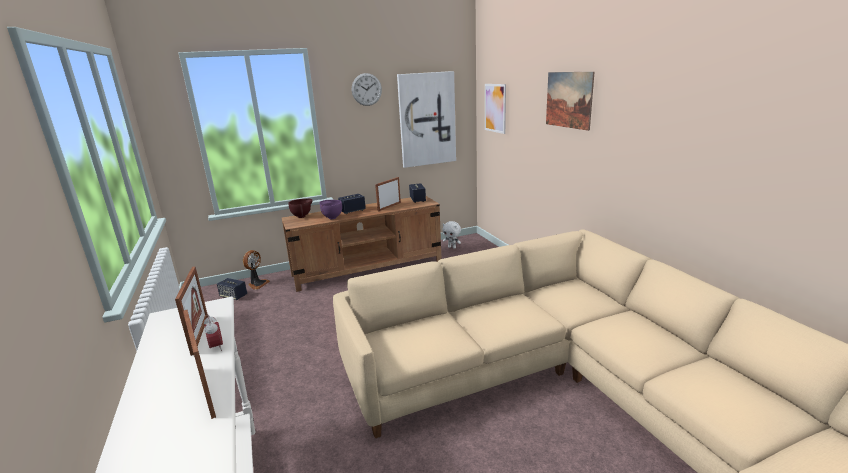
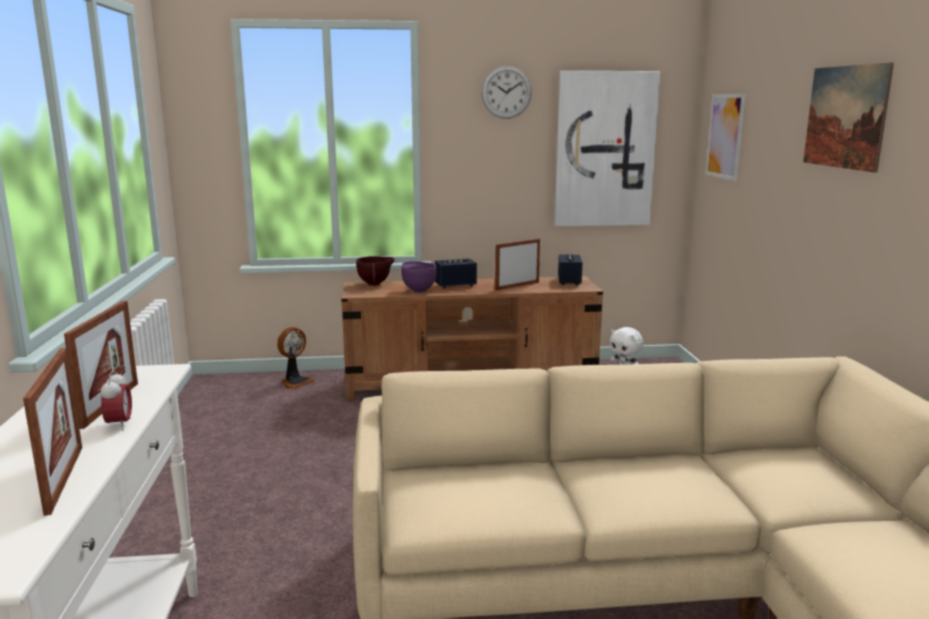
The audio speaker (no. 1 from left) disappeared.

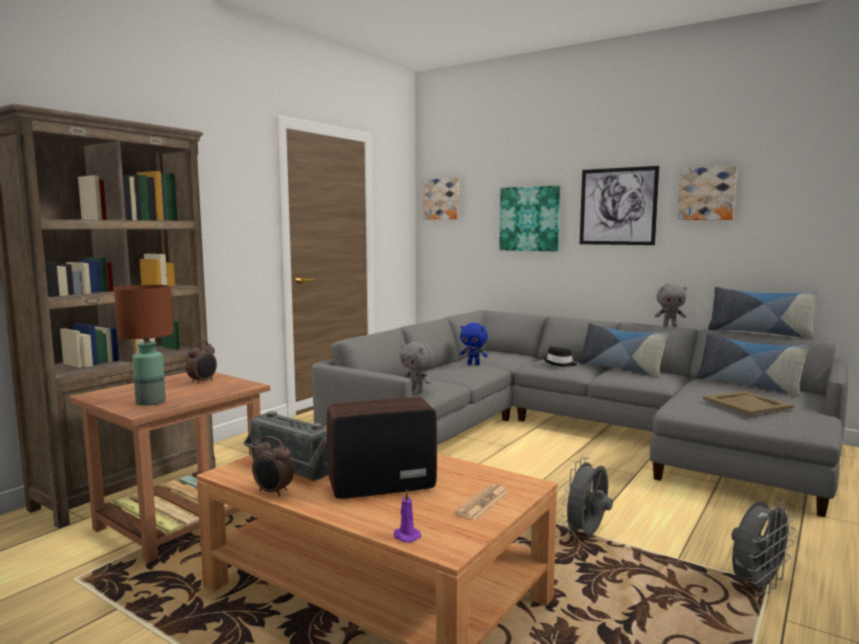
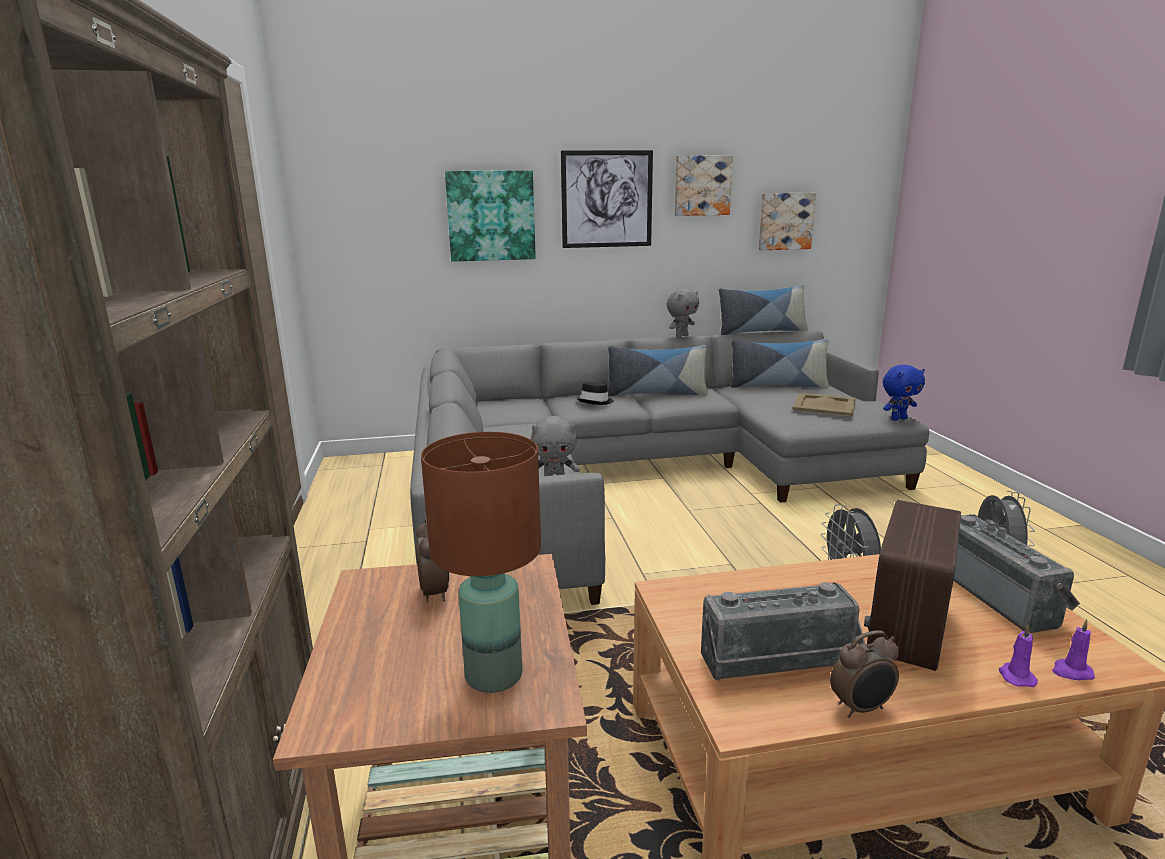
The wax candle in purple (no. 1 from left) appeared.
The picture (no. 1 from left in the first image) moved.
The cuddly toy in blue moved.
The newspaper was replaced by the radio (no. 3 from left).

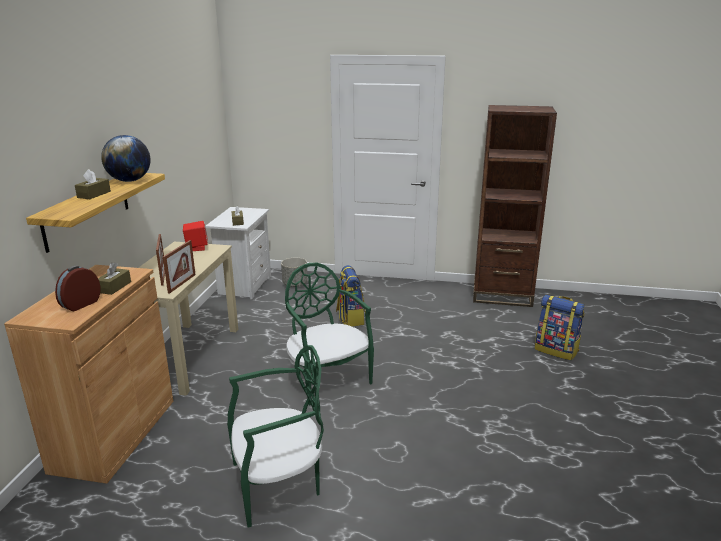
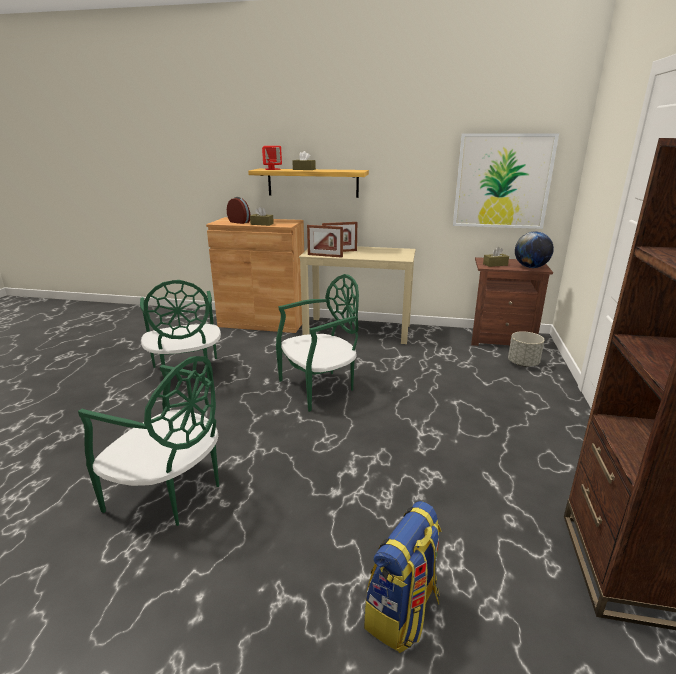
The rucksack (no. 1 from left) disappeared.
The plain chair in greenish (no. 1 from left) appeared.
The picture appeared.
The desk globe moved.
The audio speaker in reddish moved.
The nightstand in whitish became the nightstand in brown-coloured.

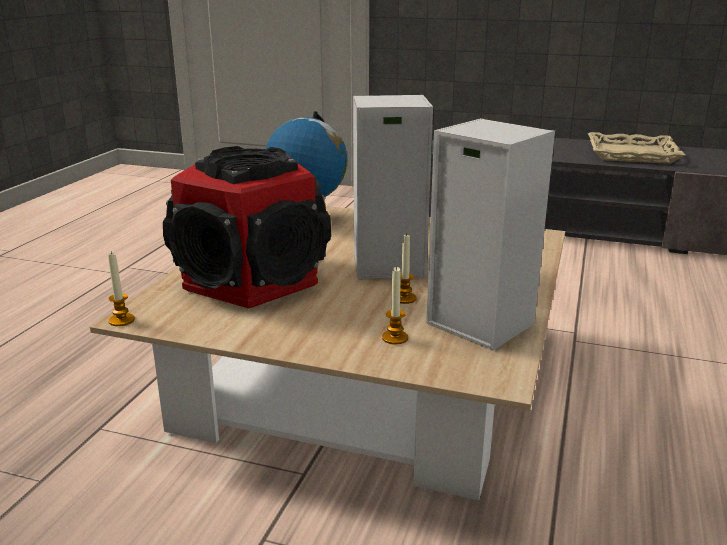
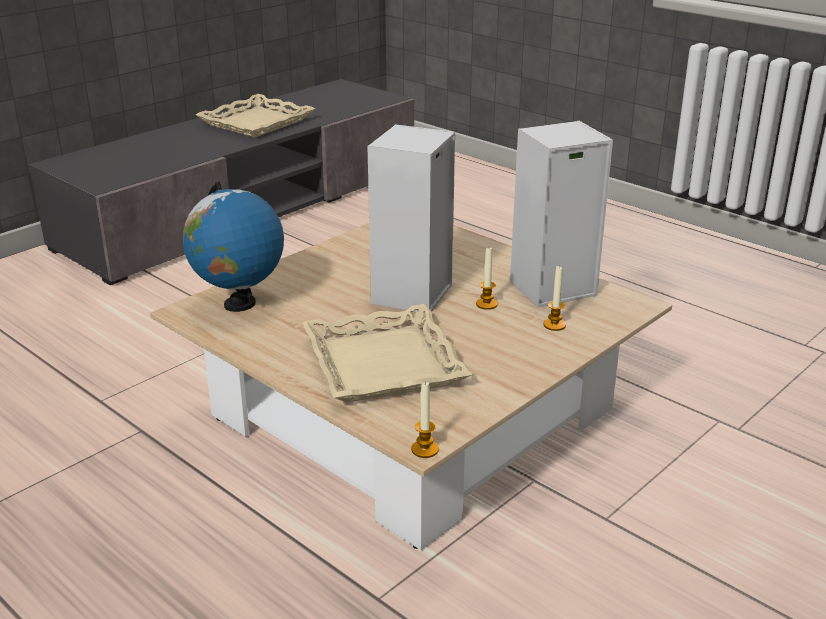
The audio speaker (no. 1 from left) was replaced by the carrying tray in beige-coloured (no. 2 from left).

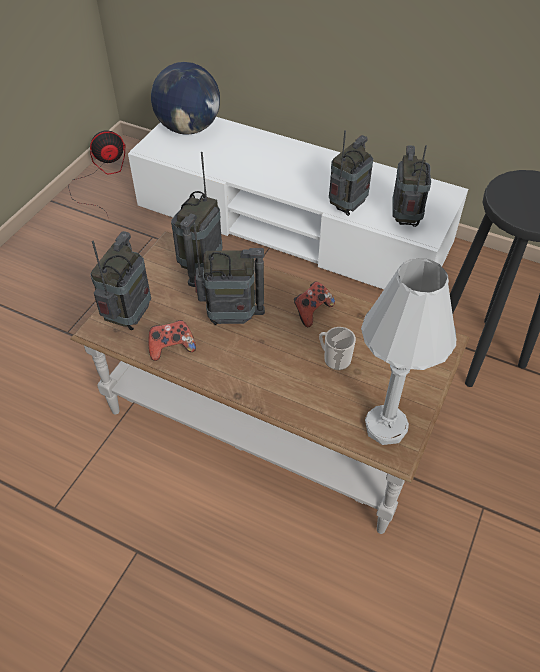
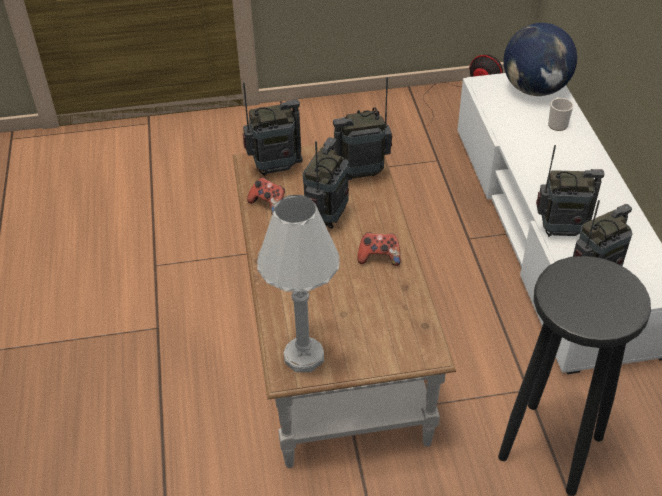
The coffee mug moved.
The radio (no. 3 from left in the first image) turned 120 degrees counterclockwise.

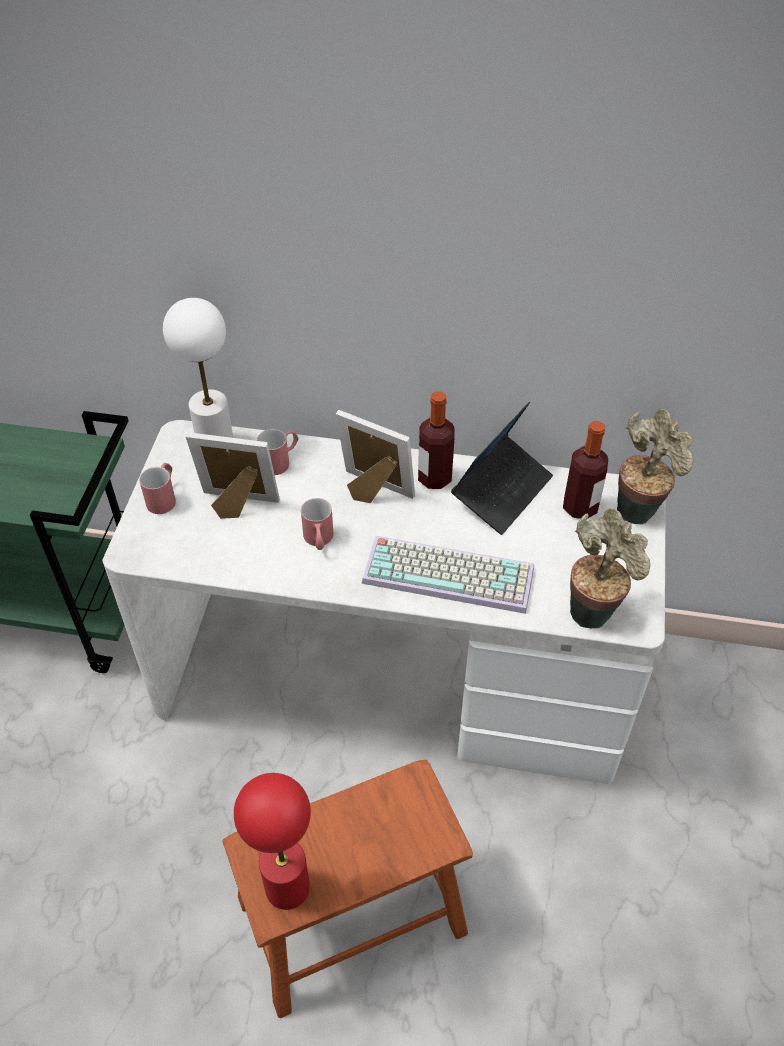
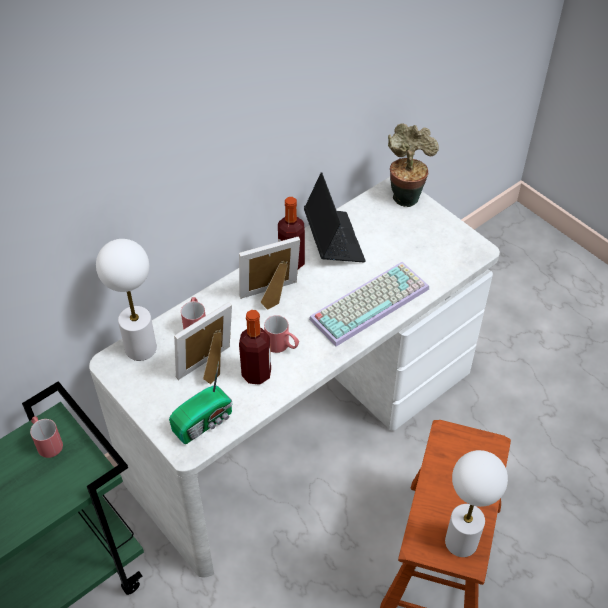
The plant in a pot (no. 1 from left) disappeared.
The radio appeared.
The coffee mug in reddish (no. 1 from left) moved.
The drink bottle (no. 2 from left in the first image) moved.
The tabletop lamp in reddish became the tabletop lamp in whitish (no. 2 from left).

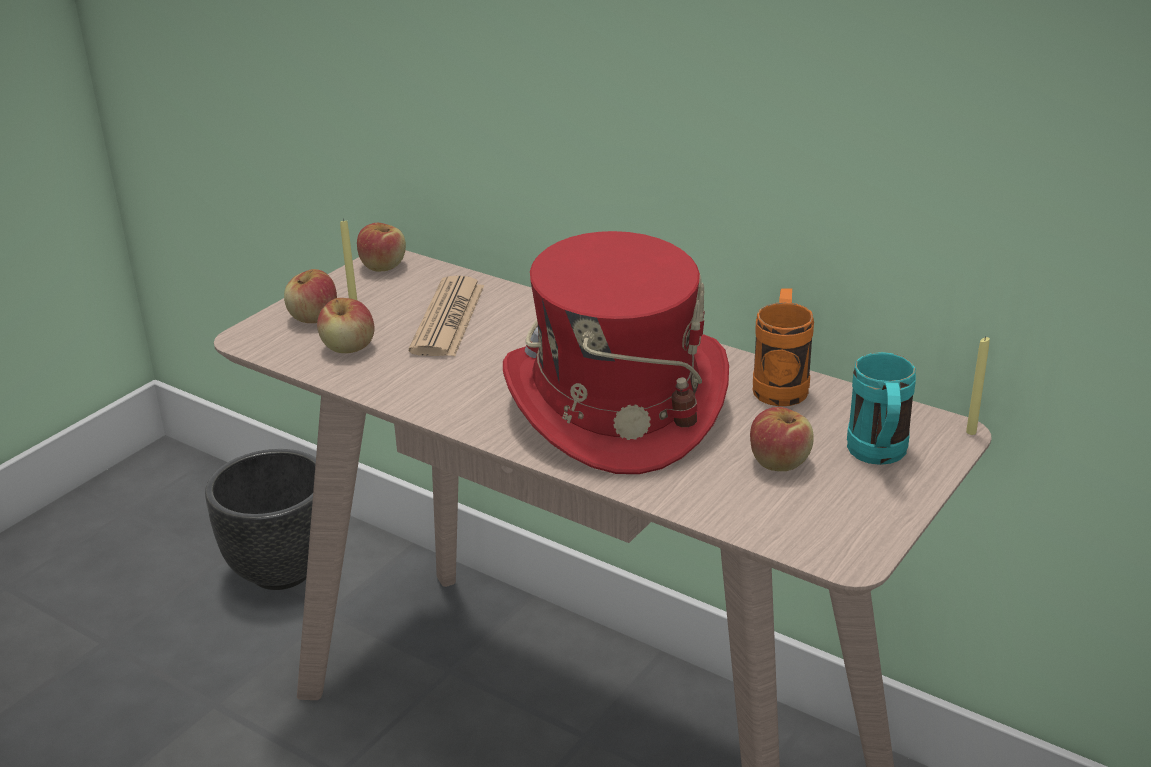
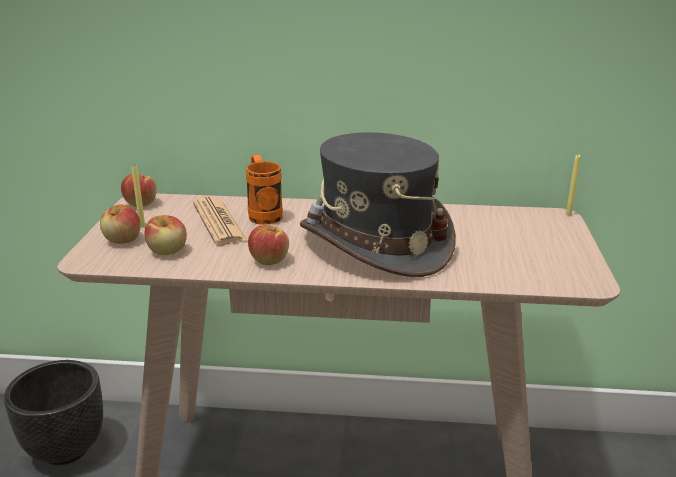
The coffee mug in turquoise-coloured disappeared.
The apple (no. 4 from left) moved.
The coffee mug in orangey moved.
The wearable hat in reddish became the wearable hat in gray.

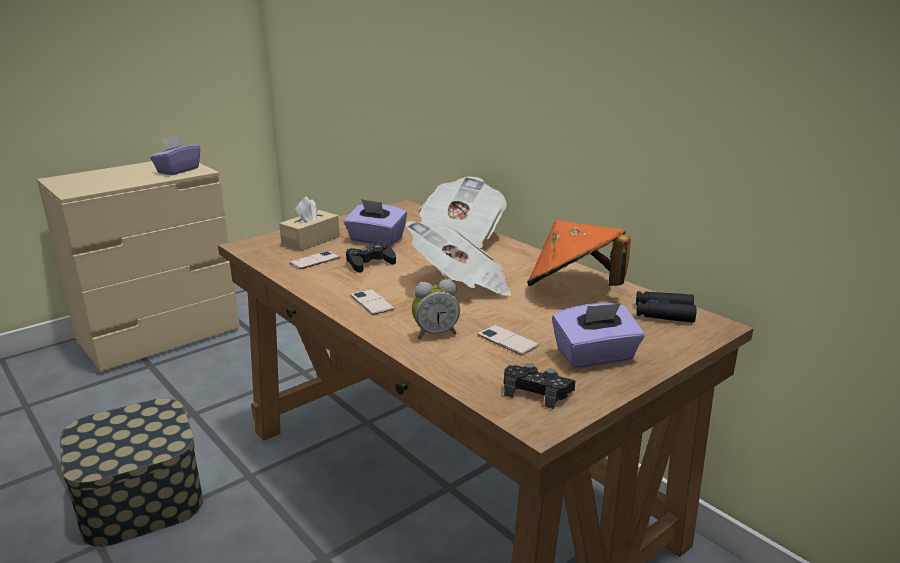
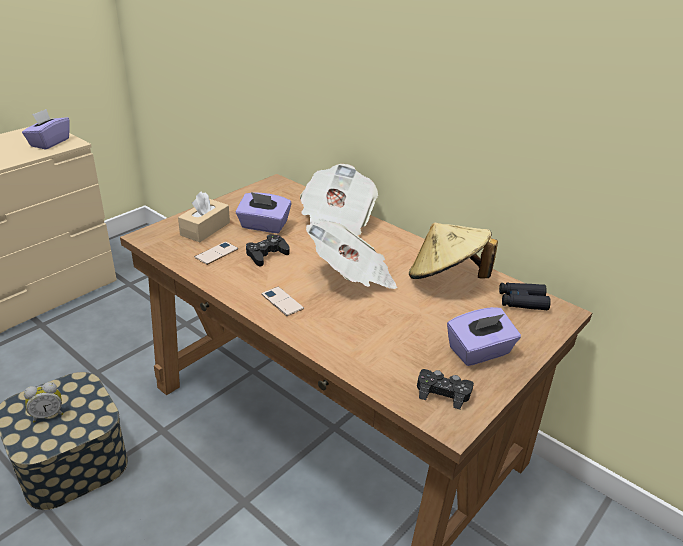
The phone (no. 3 from left) disappeared.
The table clock moved.
The wearable hat in orangey became the wearable hat in beige-coloured.

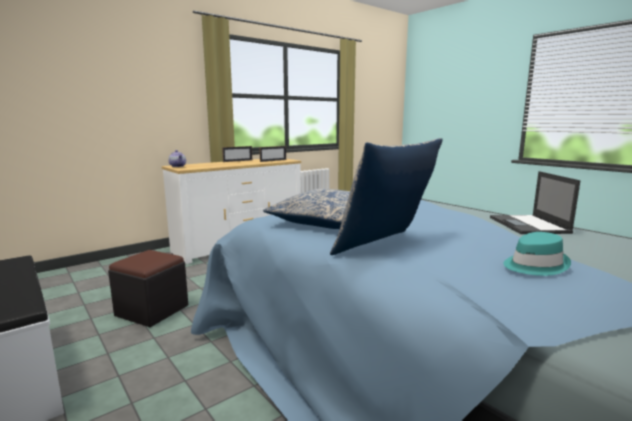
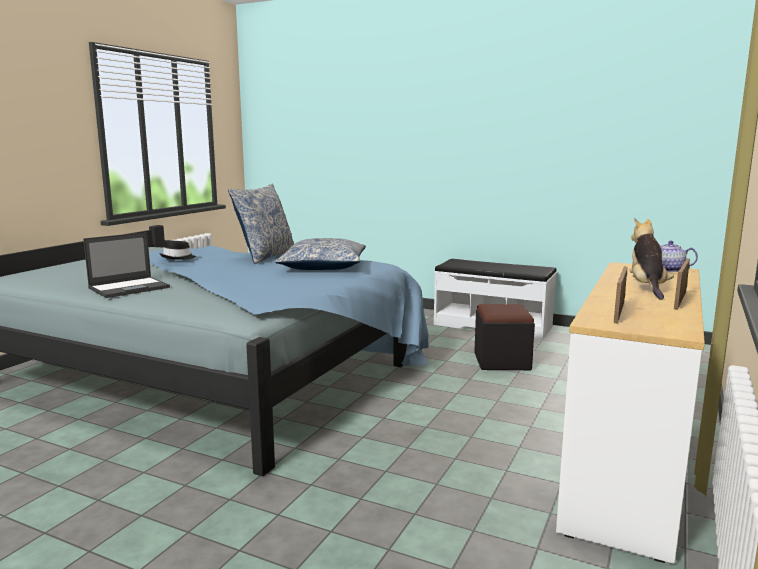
The cuddly toy appeared.
The wearable hat in turquoise-coloured became the wearable hat in blackish.
The notebook computer turned 75 degrees clockwise.

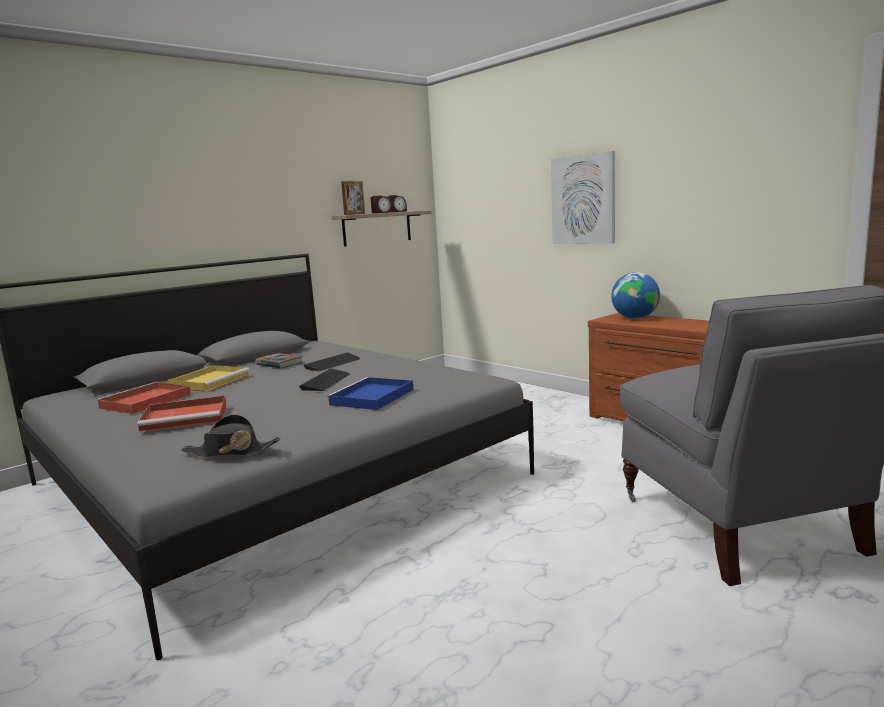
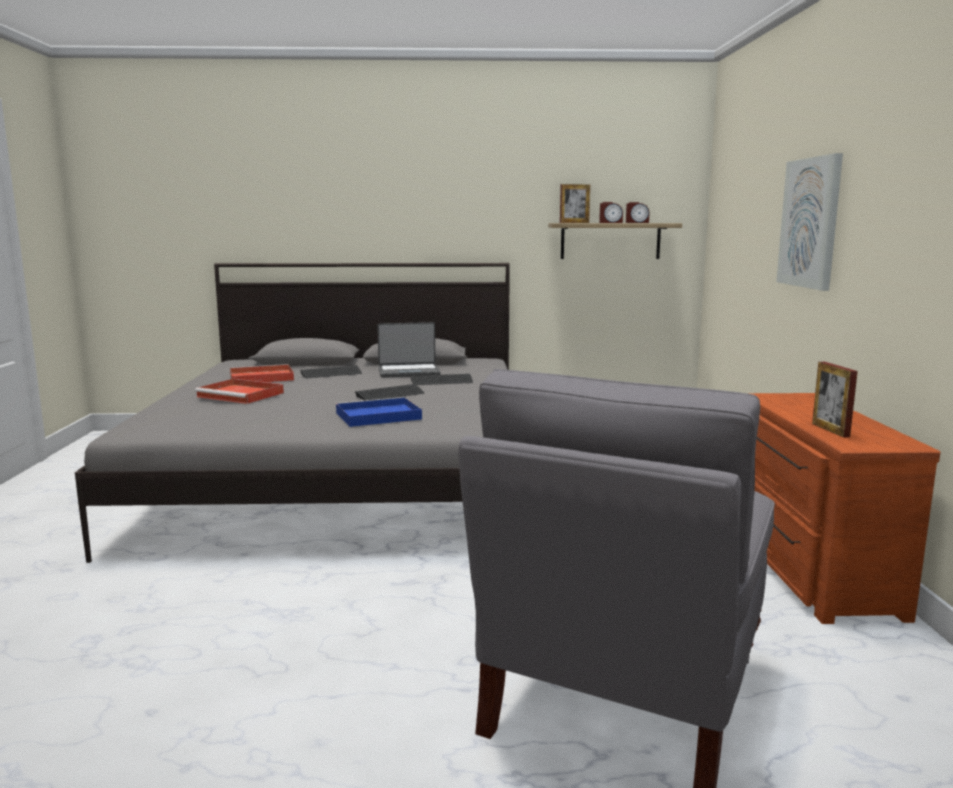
The wearable hat in blackish disappeared.
The desk globe disappeared.
The picture frame (no. 2 from left) appeared.
The carrying tray in yellow-coloured was replaced by the computer keyboard (no. 1 from left).
The book was replaced by the notebook computer.

